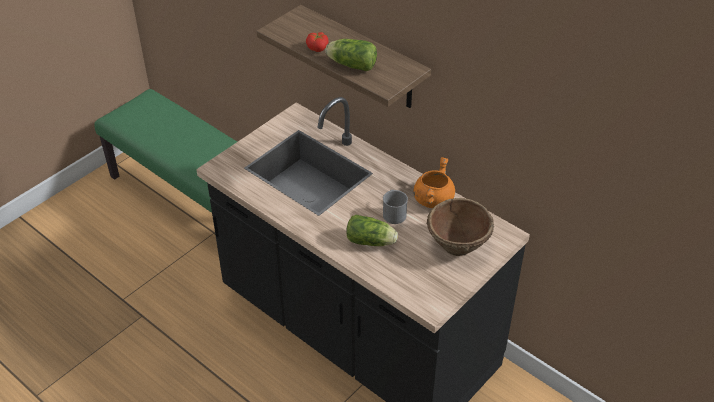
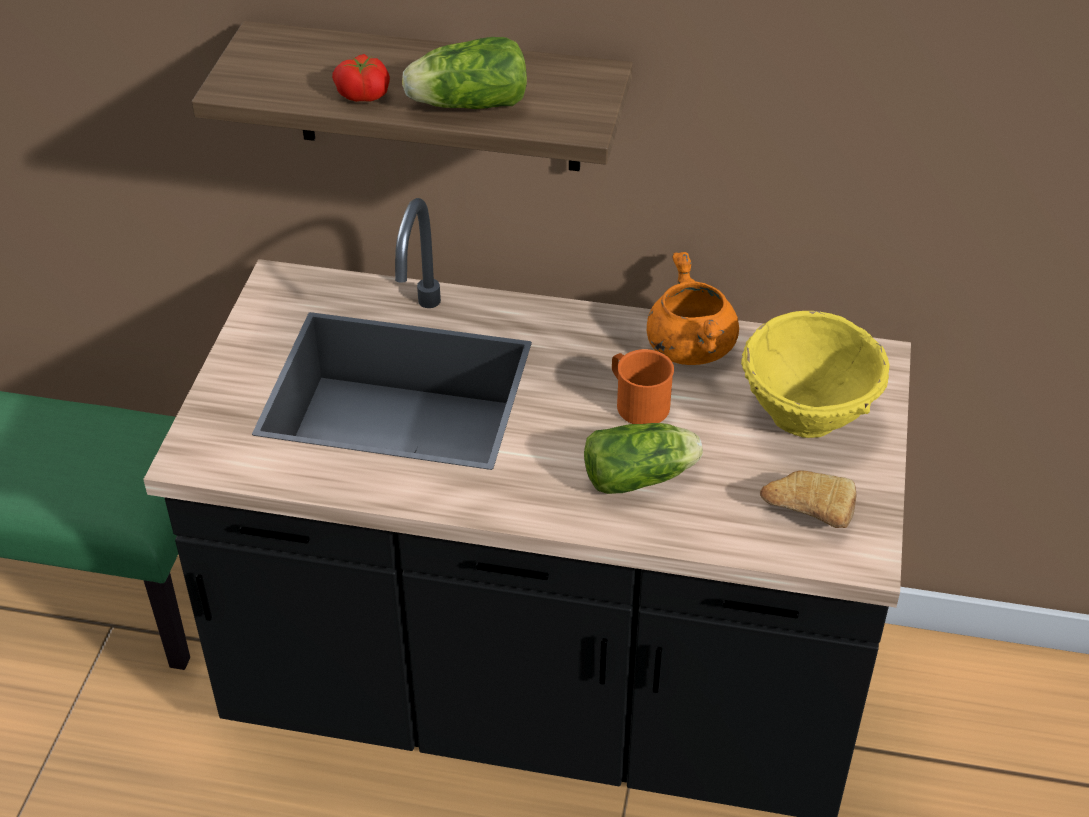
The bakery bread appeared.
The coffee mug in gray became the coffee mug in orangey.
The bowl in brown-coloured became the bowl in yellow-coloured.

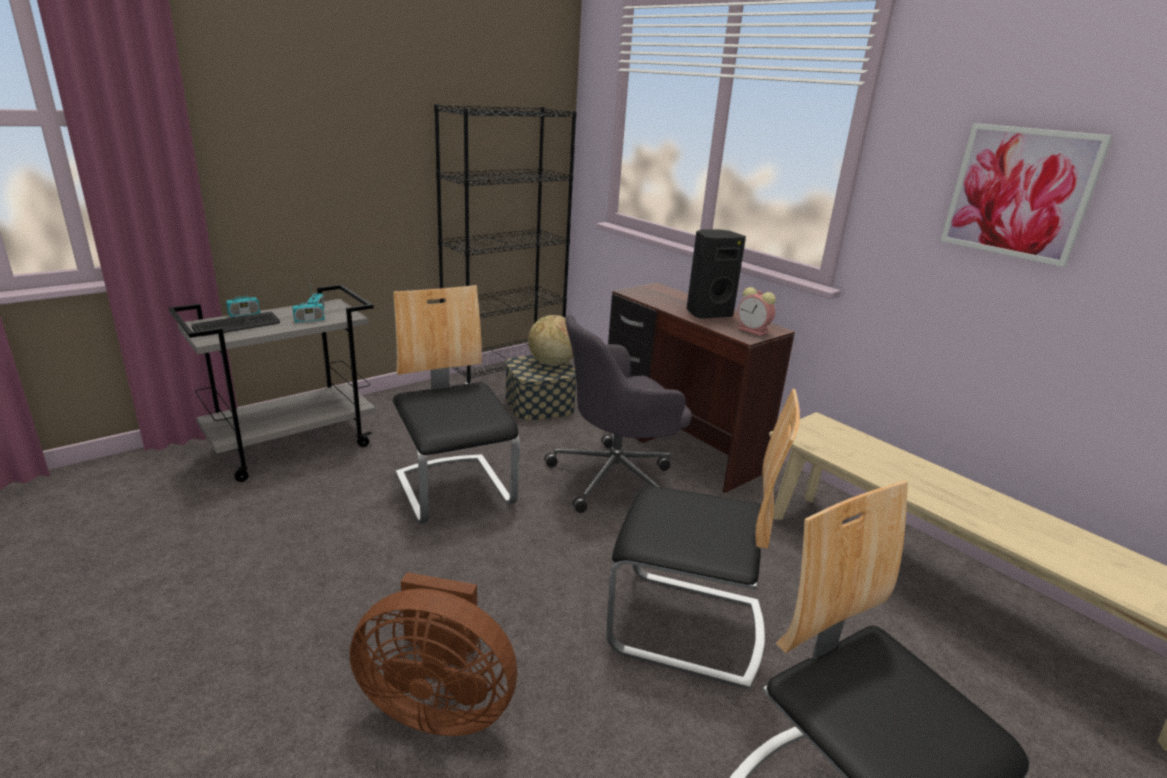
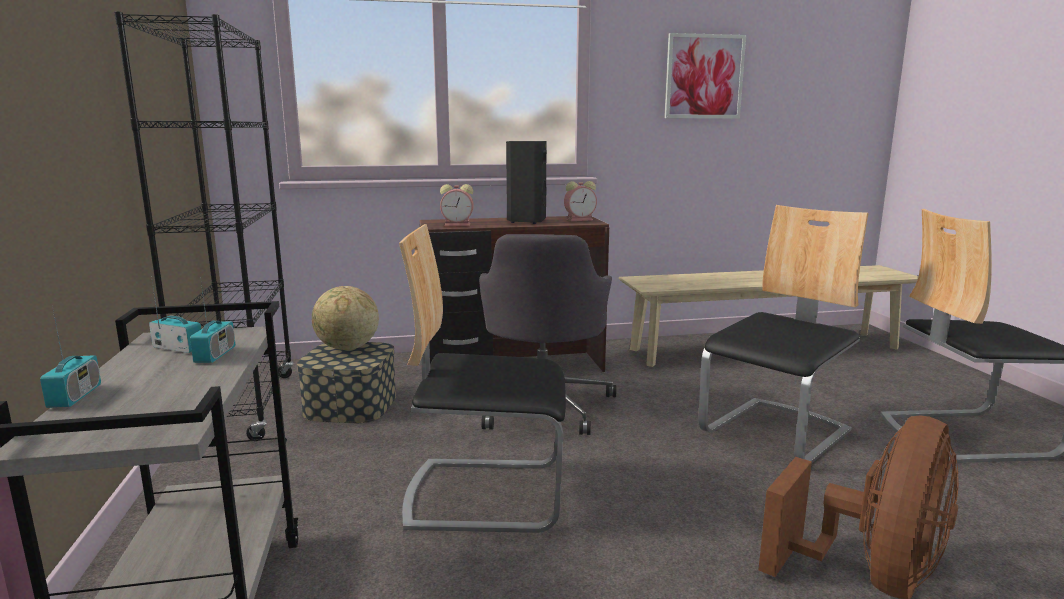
The computer keyboard disappeared.
The table clock (no. 1 from left) appeared.

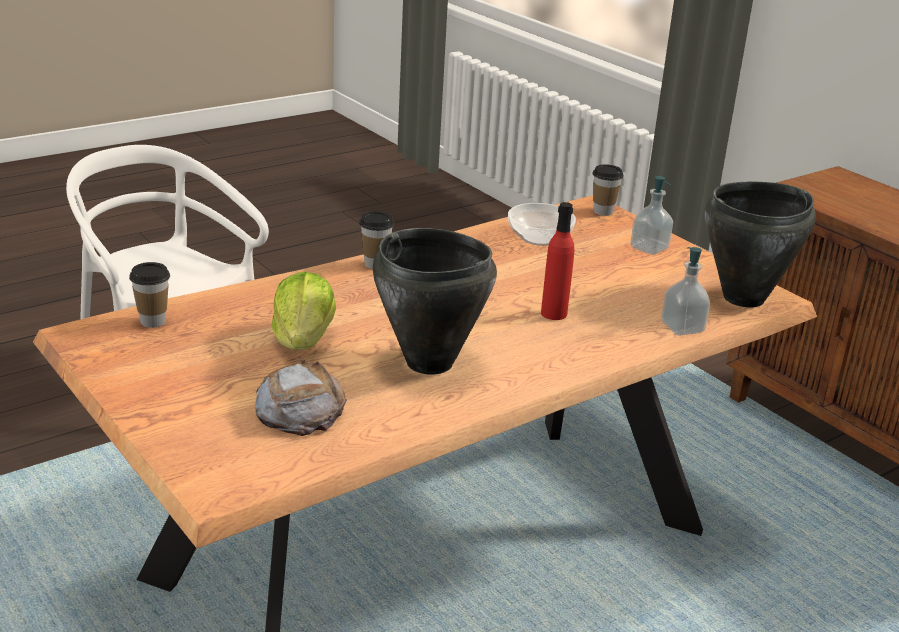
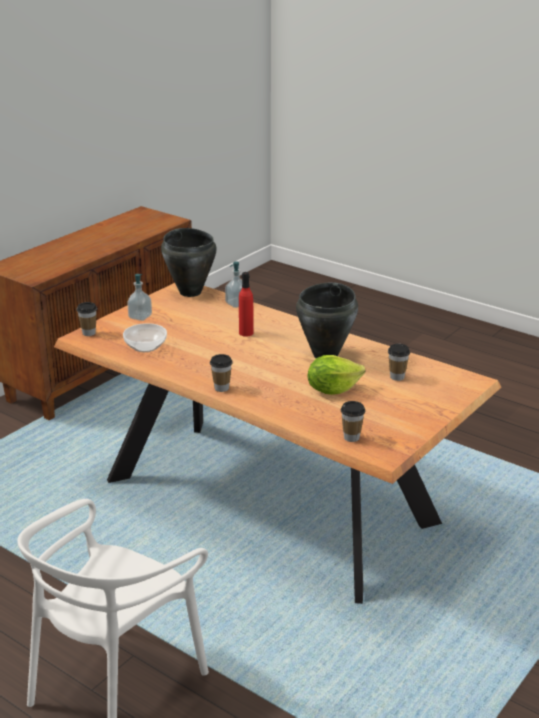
The bakery bread was replaced by the cup (no. 4 from left).

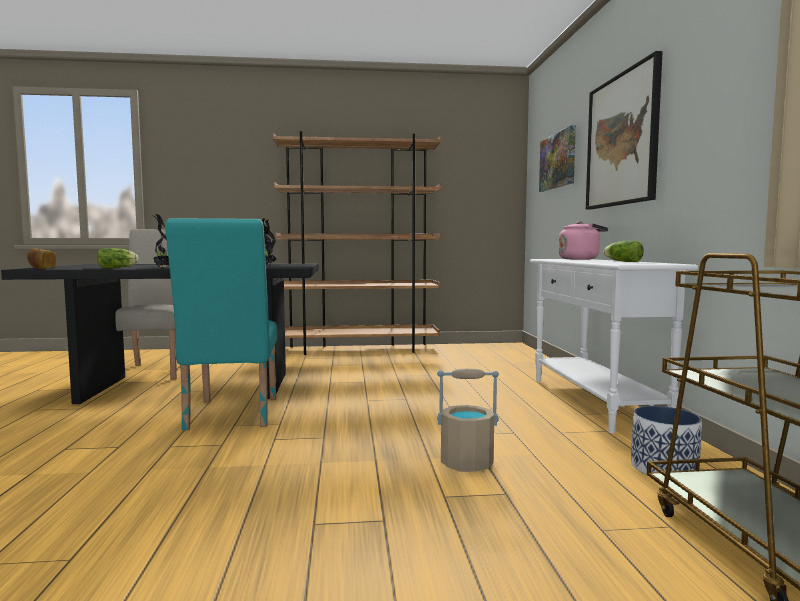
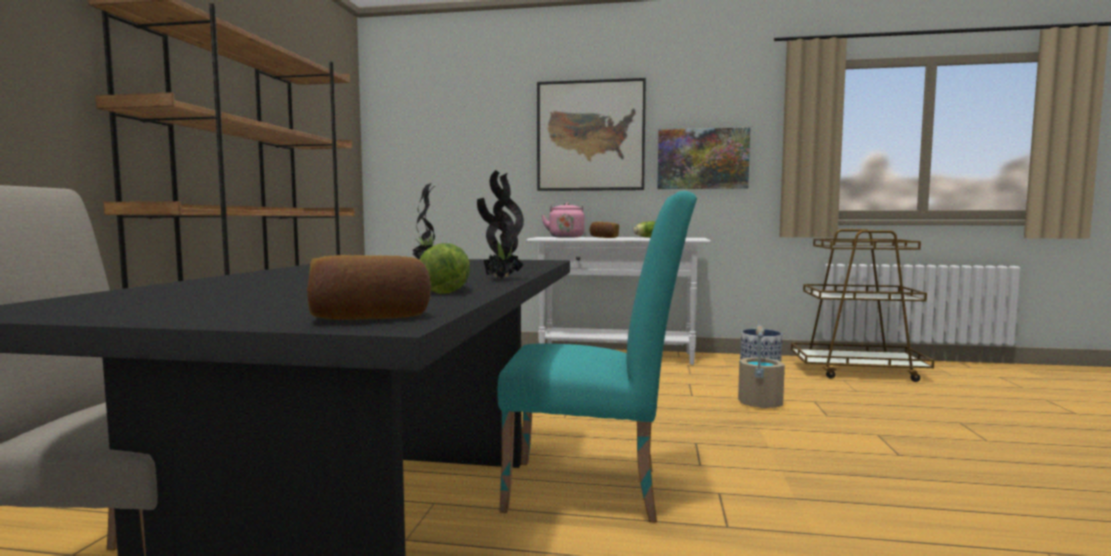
The bakery bread (no. 2 from left) appeared.
The picture (no. 1 from left in the first image) moved.

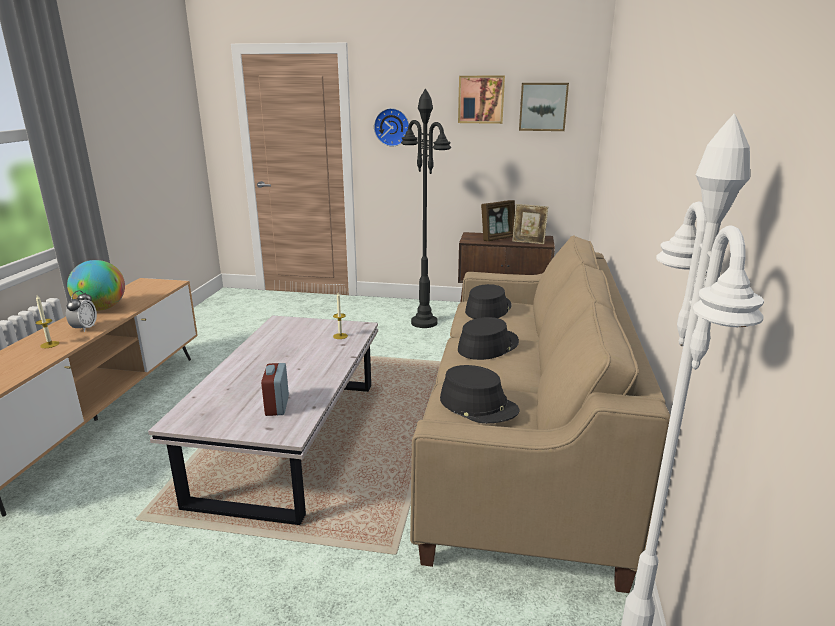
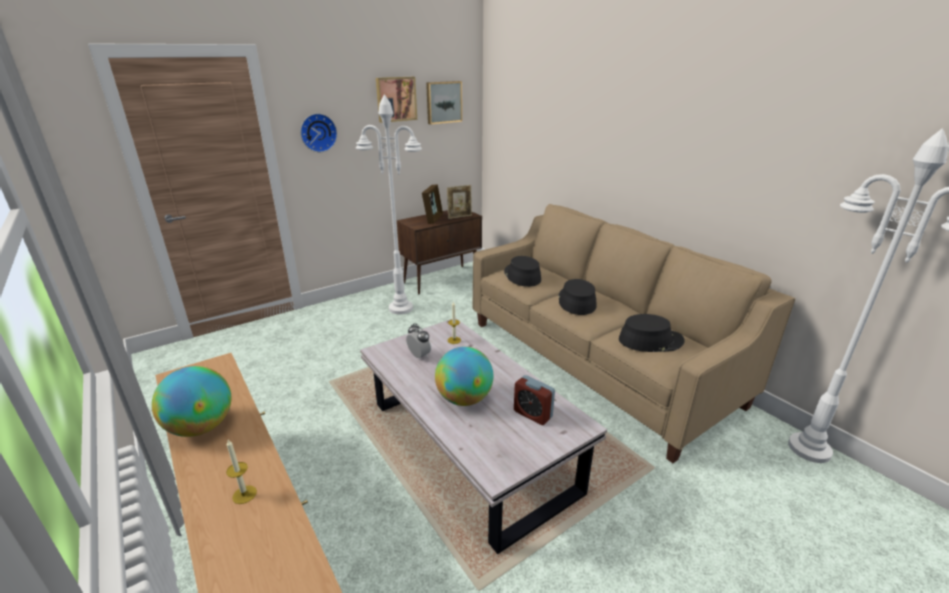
The desk globe (no. 2 from left) appeared.
The table clock (no. 1 from left) moved.
The standing lamp in blackish became the standing lamp in whitish (no. 1 from left).

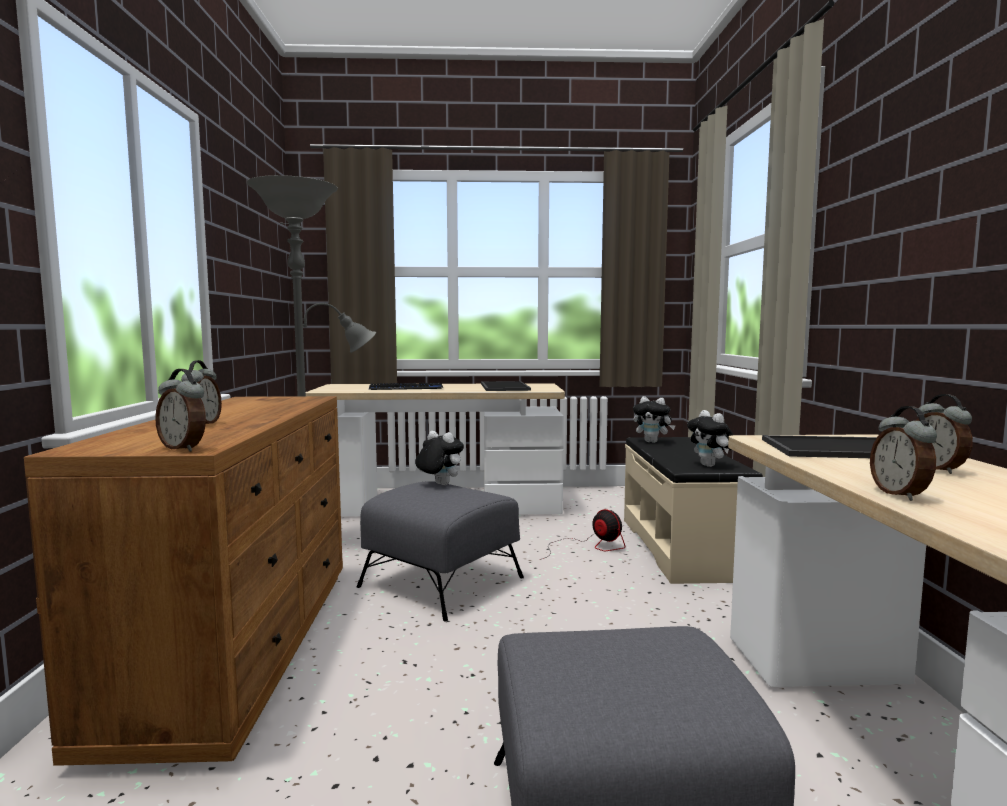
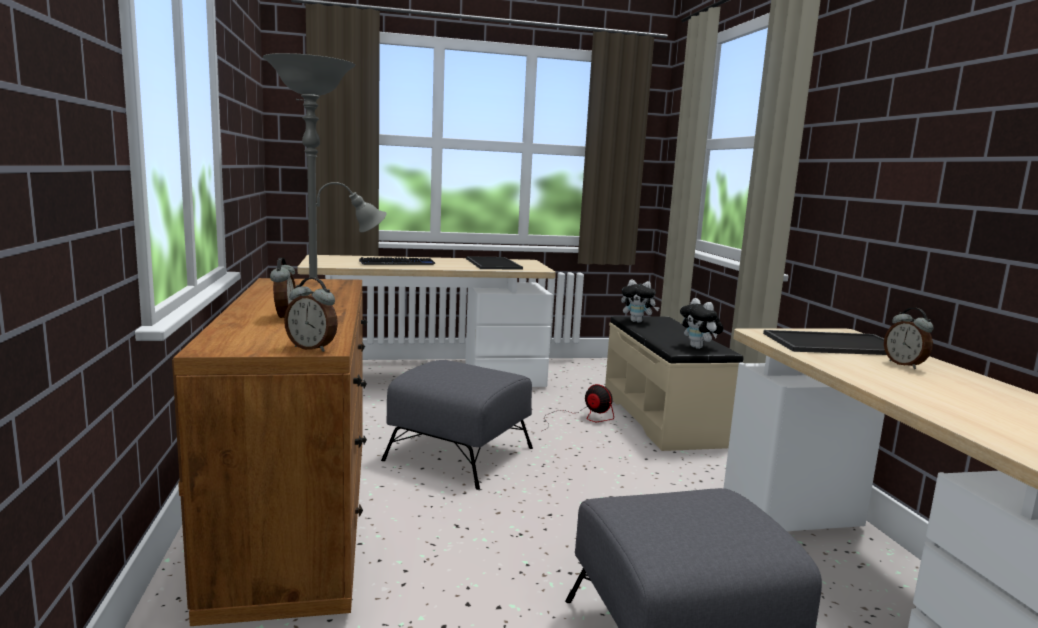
The cuddly toy (no. 1 from left) disappeared.
The table clock (no. 3 from left) disappeared.

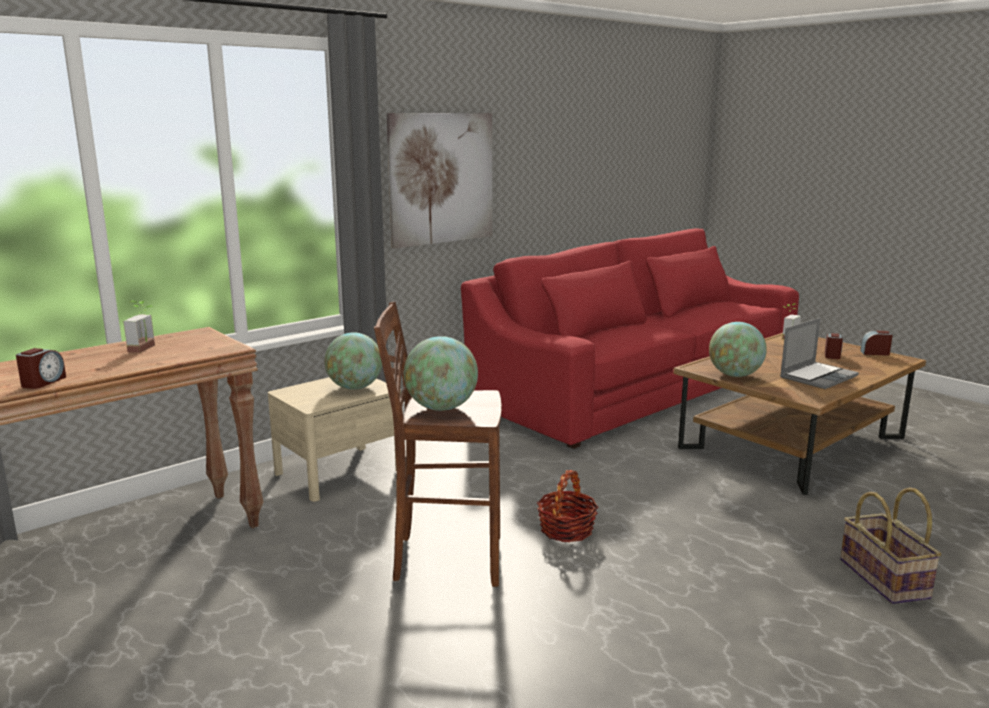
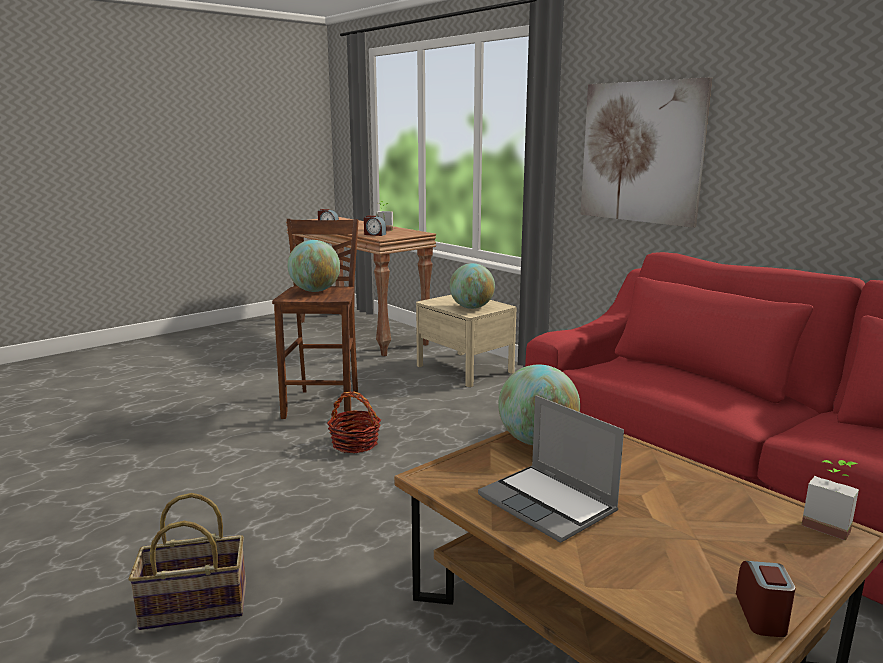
The table clock (no. 2 from left) moved.

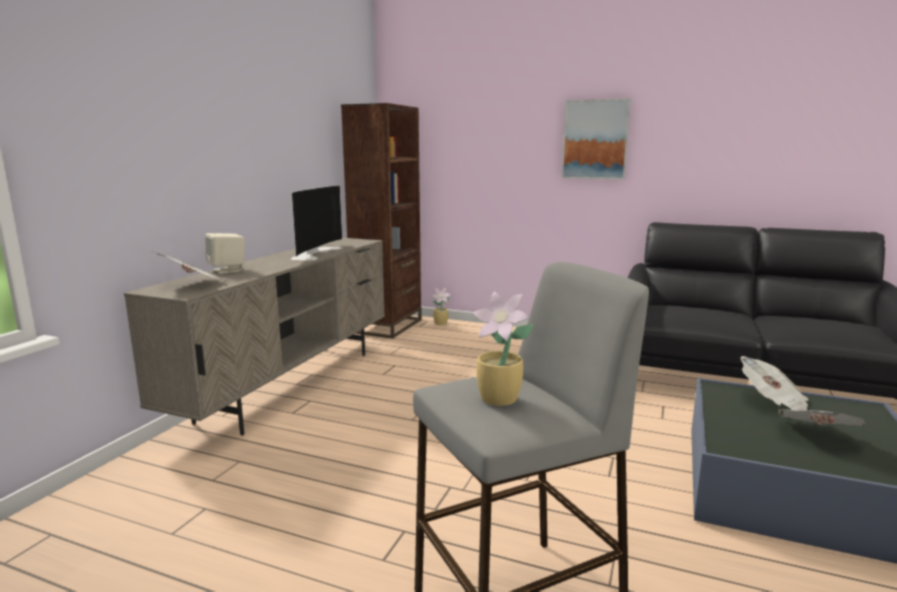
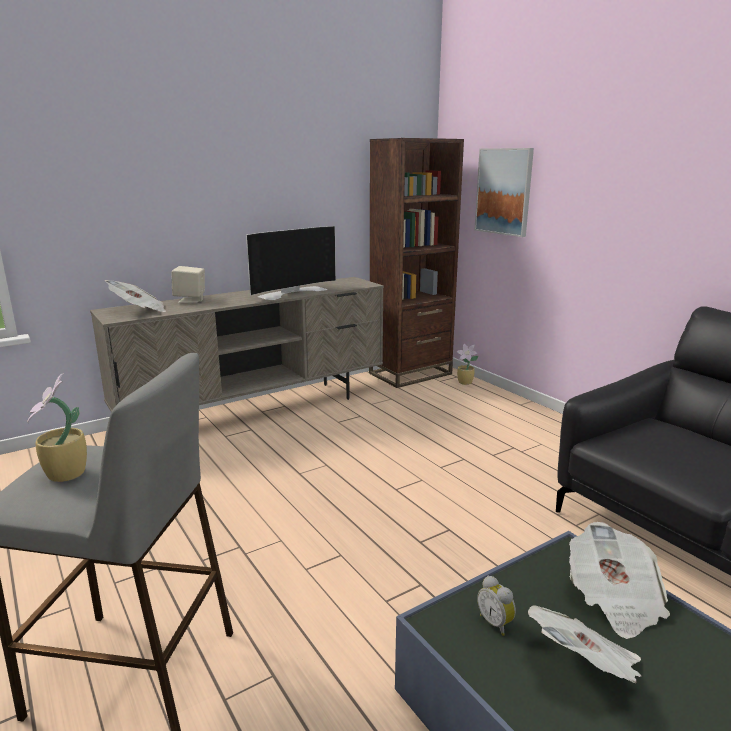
The table clock appeared.
The picture moved.

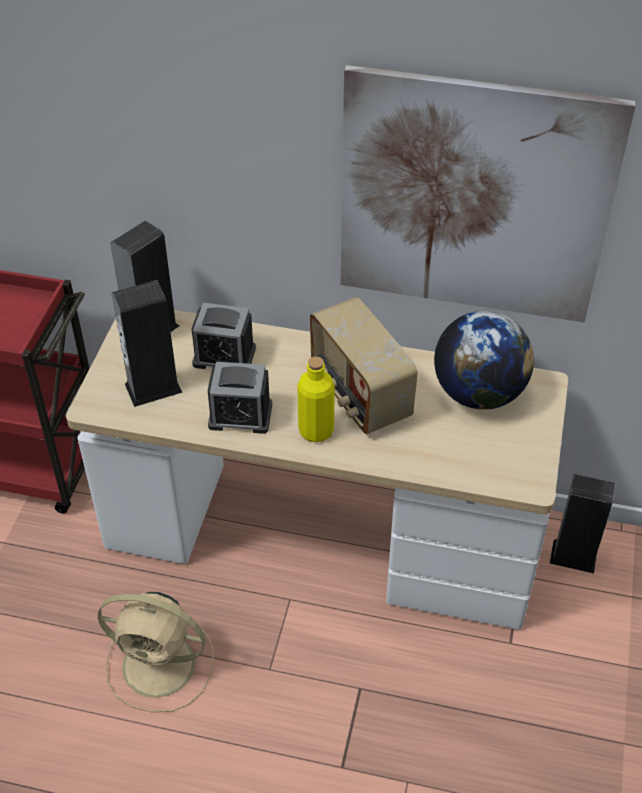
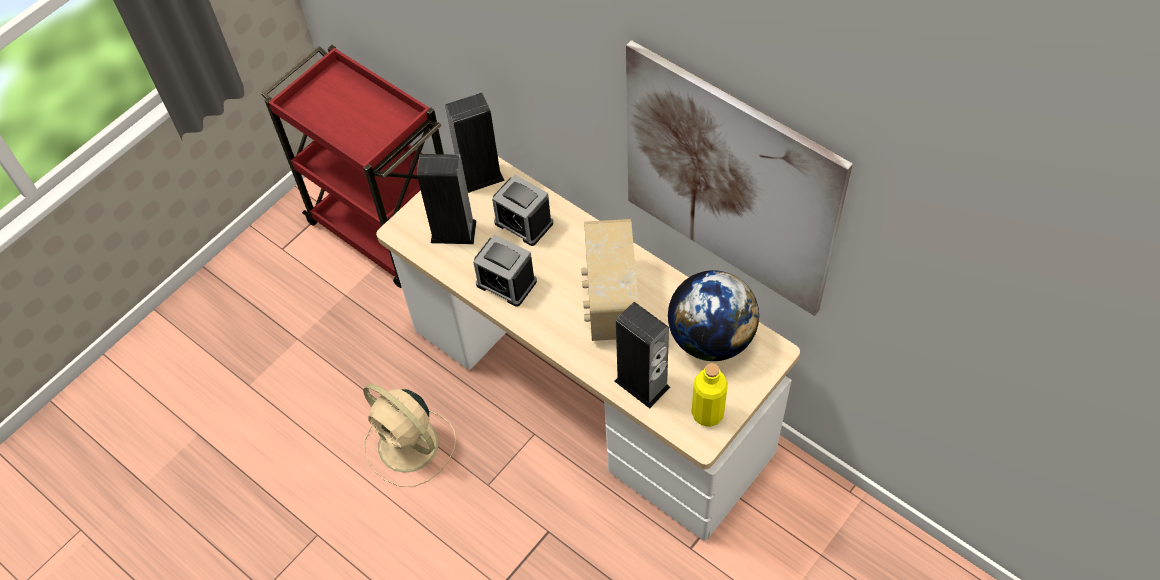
The drink bottle in yellow-coloured moved.
The audio speaker (no. 3 from left) moved.

